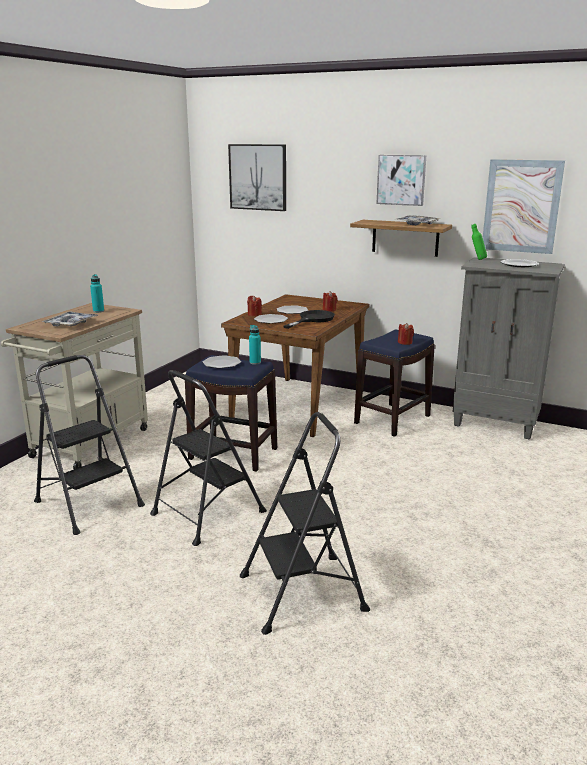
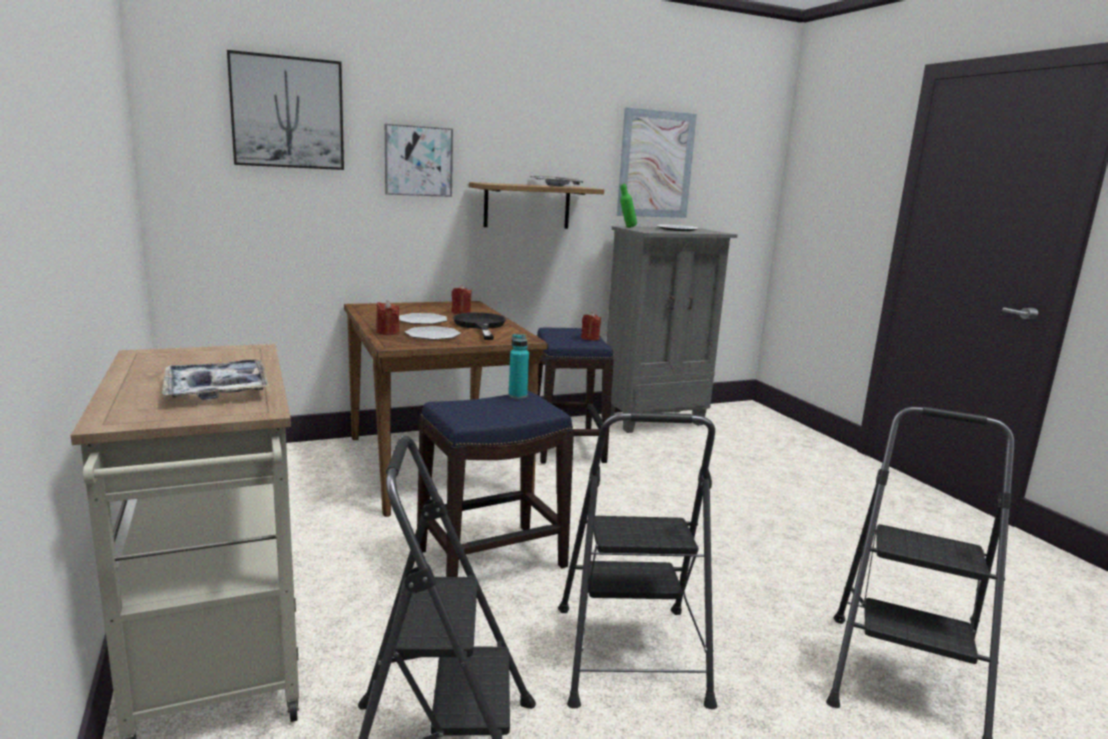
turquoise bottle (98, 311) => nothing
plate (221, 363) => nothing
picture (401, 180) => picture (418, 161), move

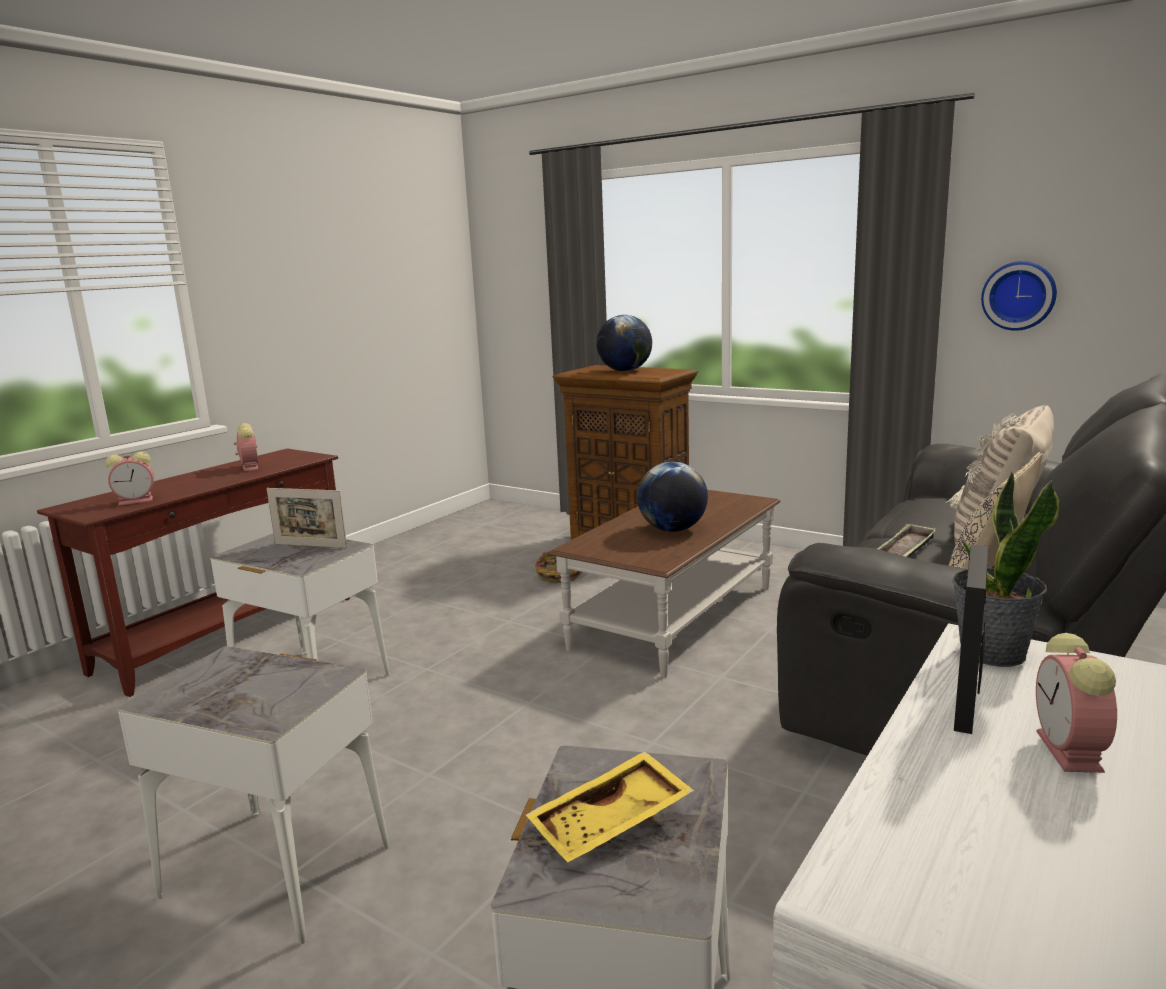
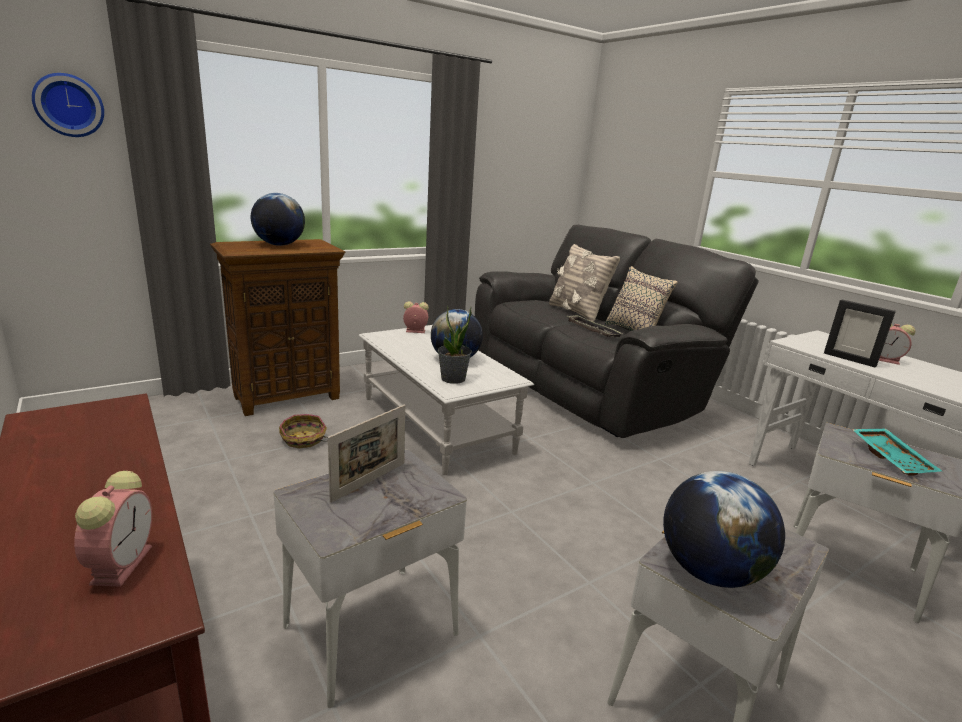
nothing => globe (709, 572)
alarm clock (250, 467) => alarm clock (414, 331), move
potted plant (991, 653) => potted plant (453, 379), move
wall clock (1019, 295) => wall clock (69, 105), move
yellow tray (611, 824) => turquoise tray (892, 458)
brown coffee table (674, 617) => white coffee table (436, 424)

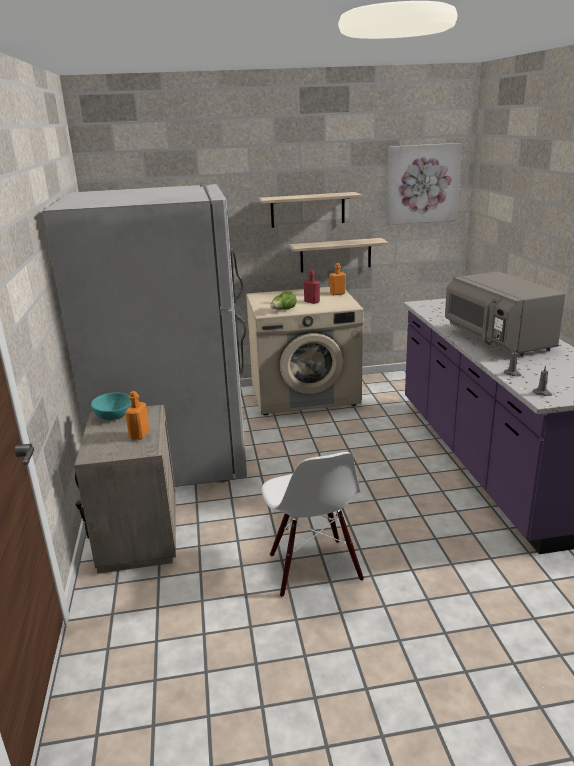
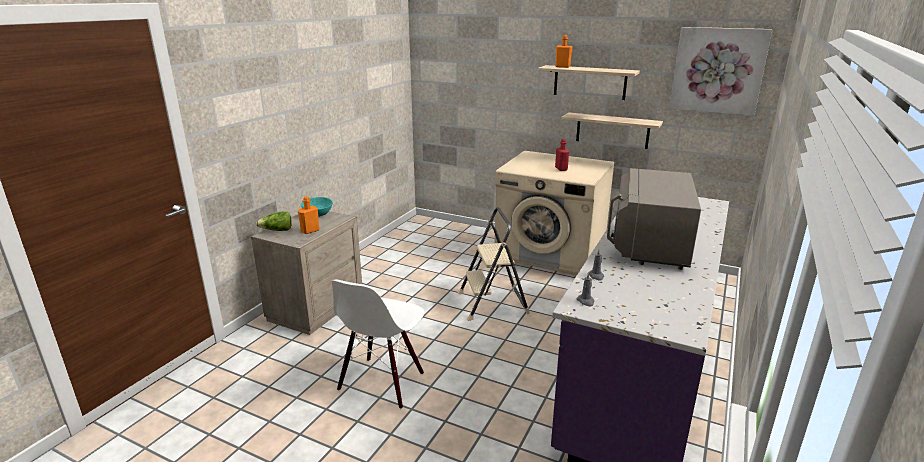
white fridge (173, 455) => nothing
nothing => beige step ladder (495, 302)
lettuce (283, 310) => lettuce (277, 230), move
orange bottle (337, 294) => orange bottle (562, 67), move

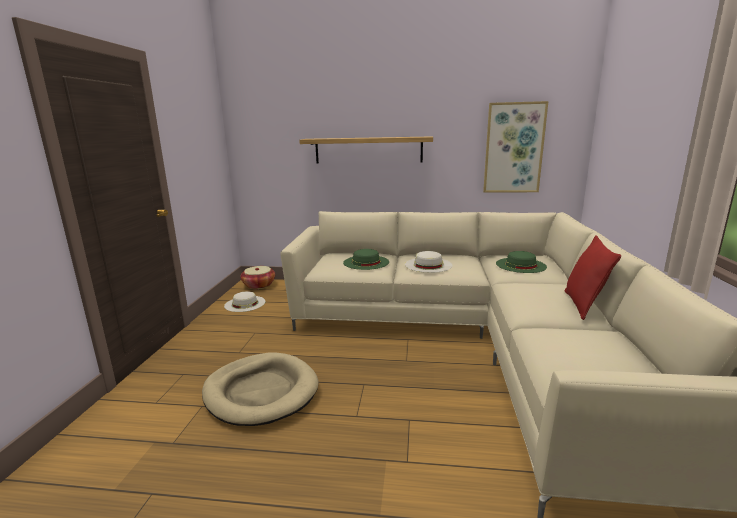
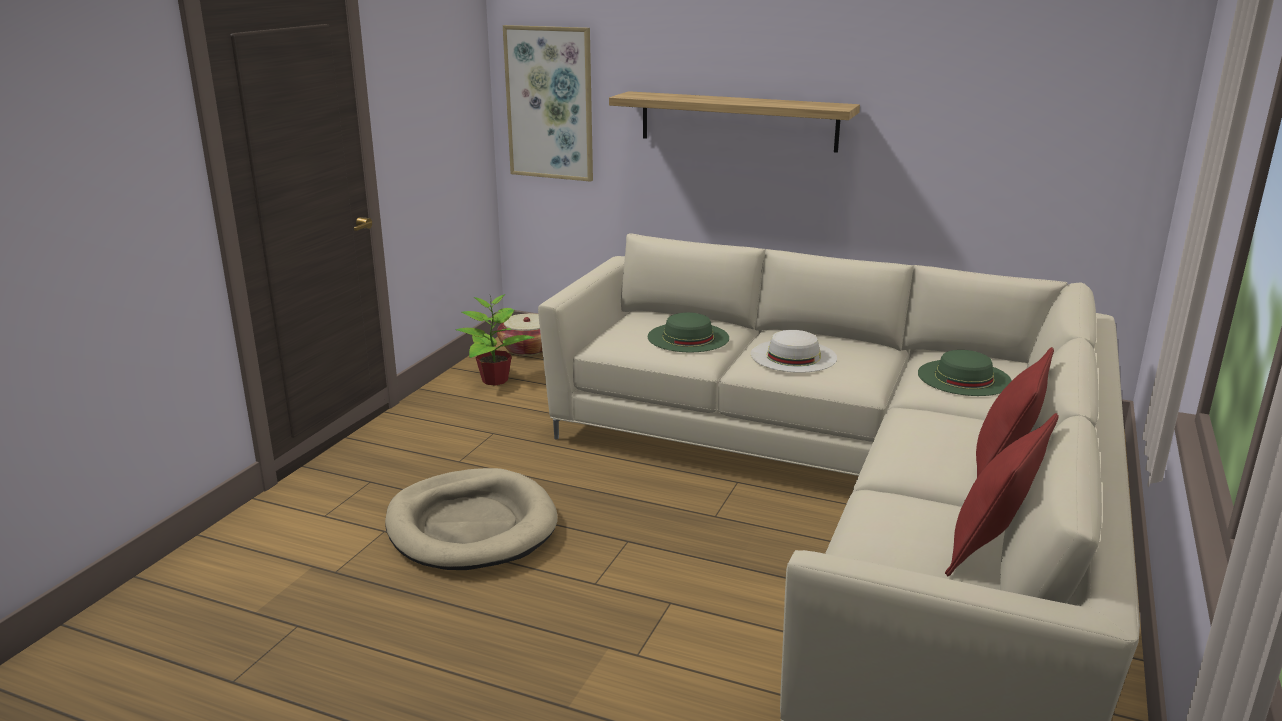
nothing => red pillow (990, 549)
picture (514, 148) => picture (550, 103), move
white hat (245, 303) => potted plant (494, 380)

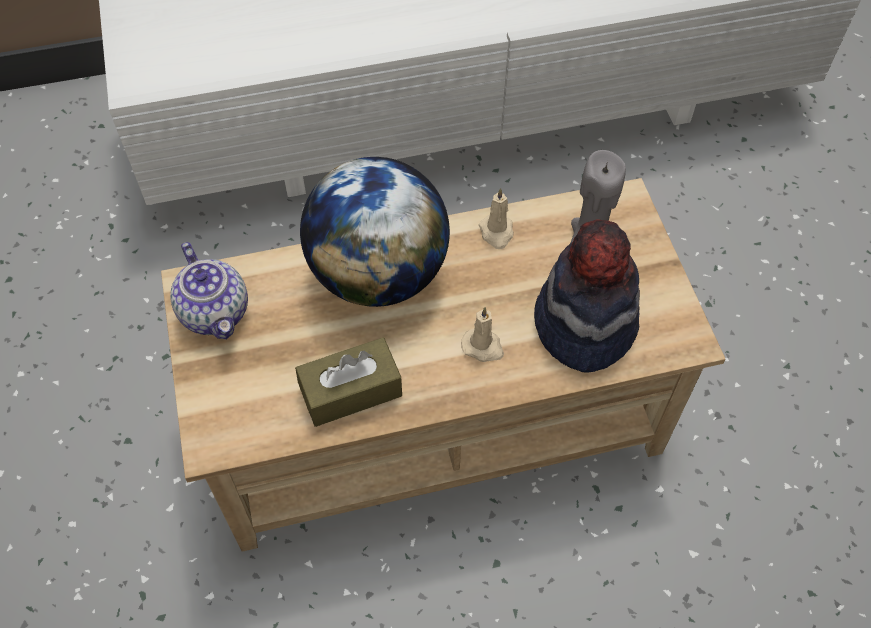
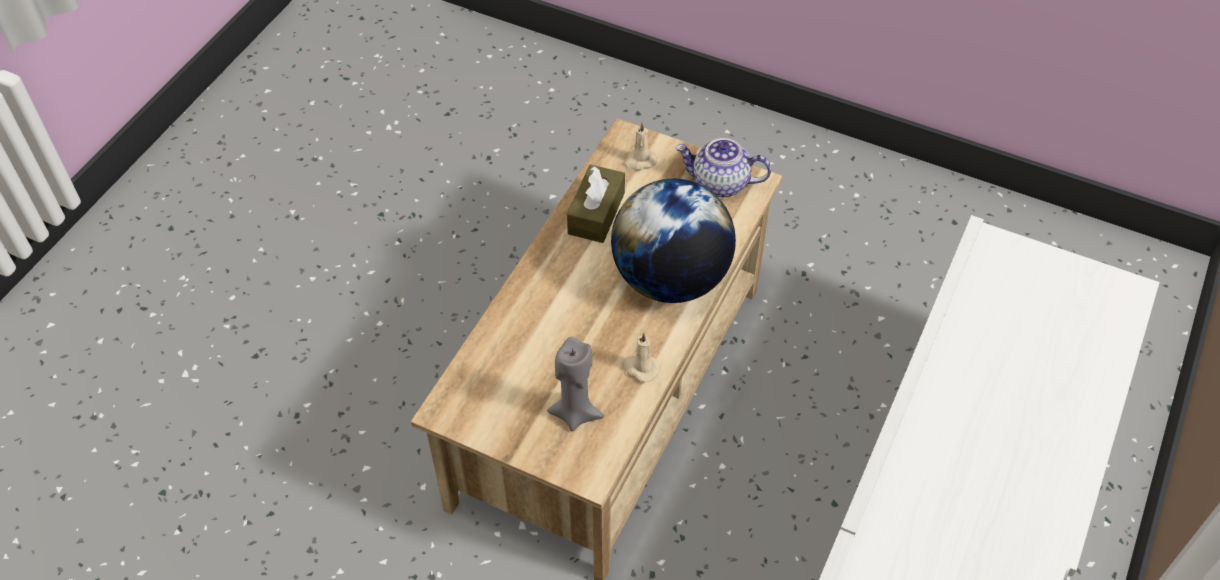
hat (583, 324) => nothing
beige candle (483, 347) => beige candle (639, 161), move

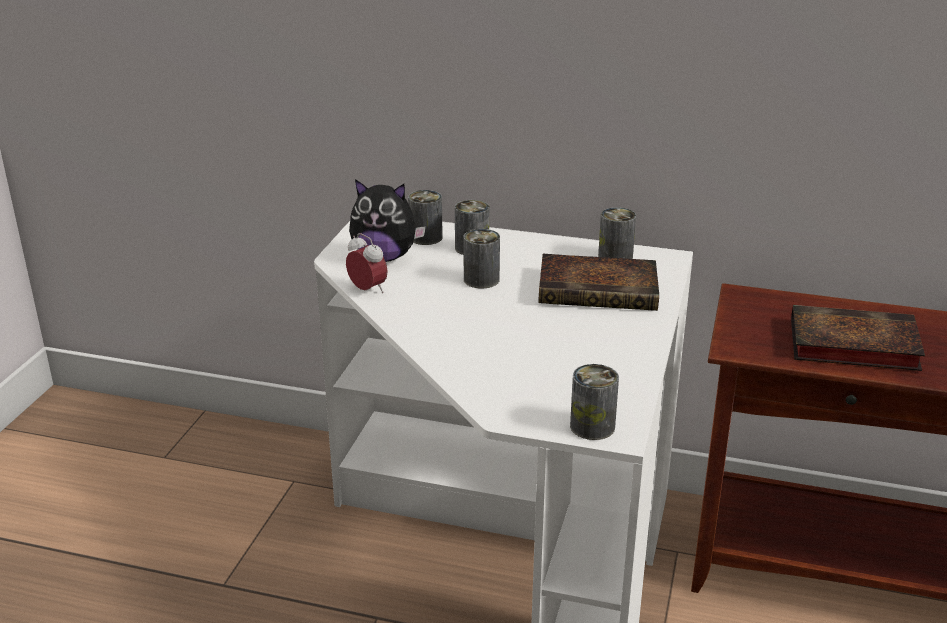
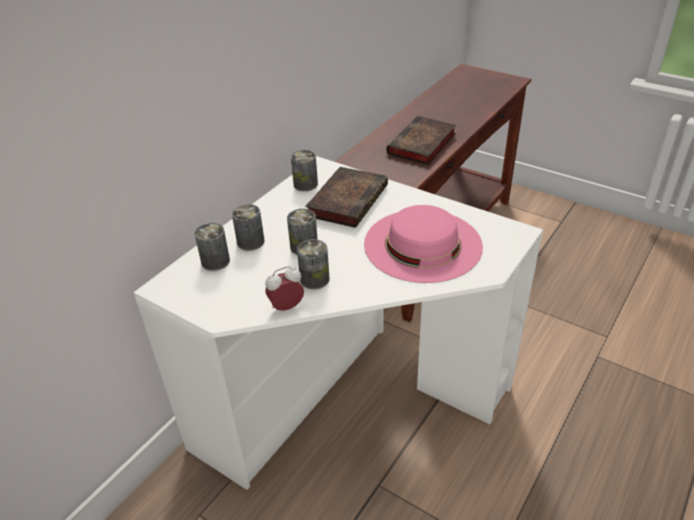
plush toy (385, 257) => nothing
nothing => pink hat (422, 244)
can (592, 426) => can (314, 279), move

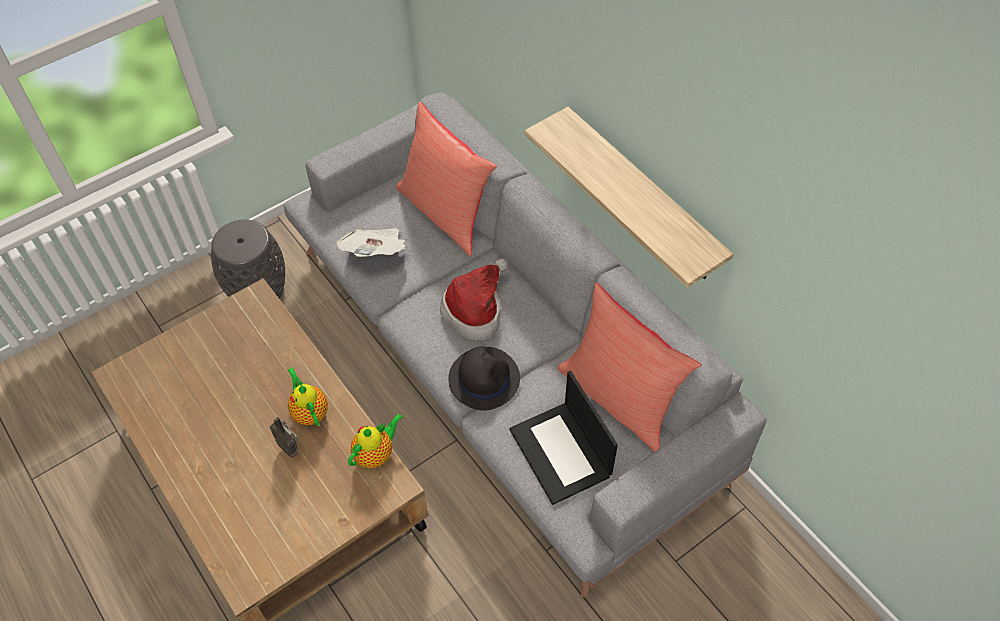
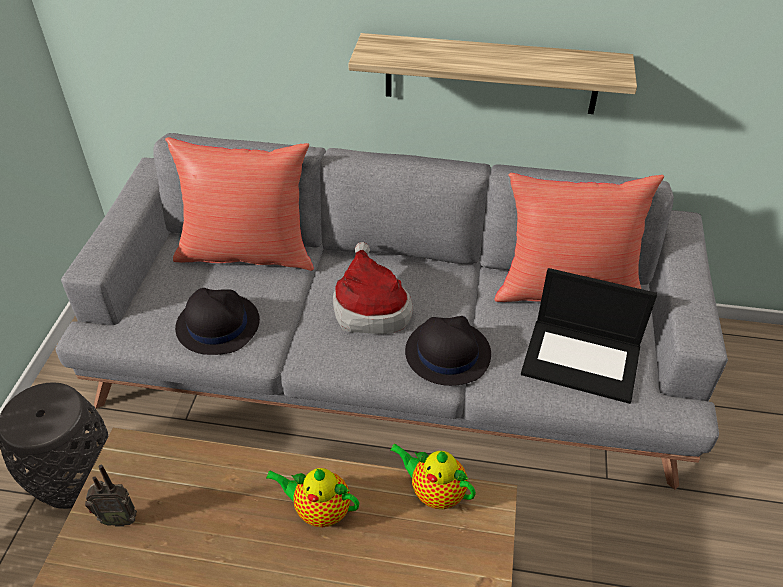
radio (290, 448) => radio (119, 518), move
newspaper (376, 253) => black hat (217, 324)
teapot (376, 454) => teapot (434, 492), 60 degrees counterclockwise

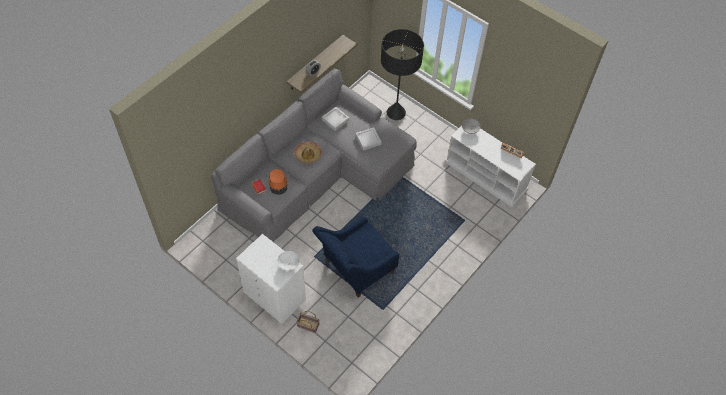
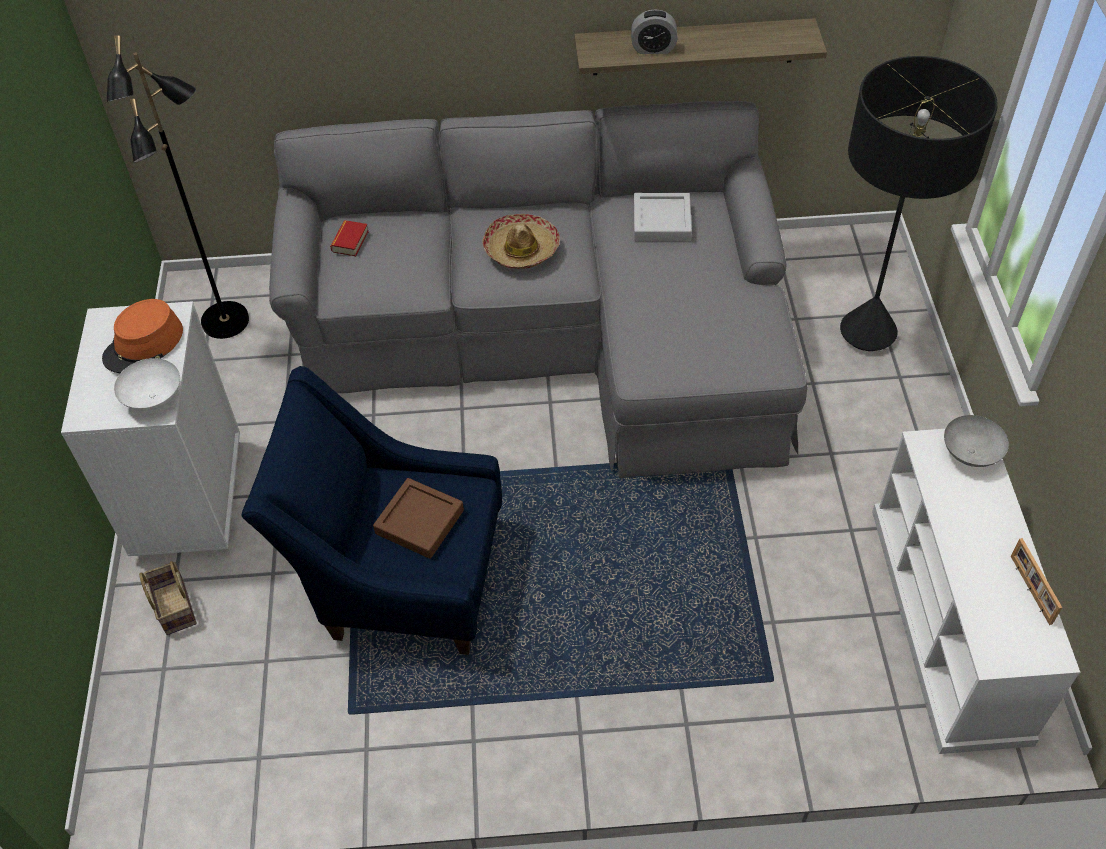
grey tray (368, 140) => nothing
nothing => black floor lamp (226, 322)
nothing => brown tray (419, 522)
orange hat (278, 183) => orange hat (144, 345), move

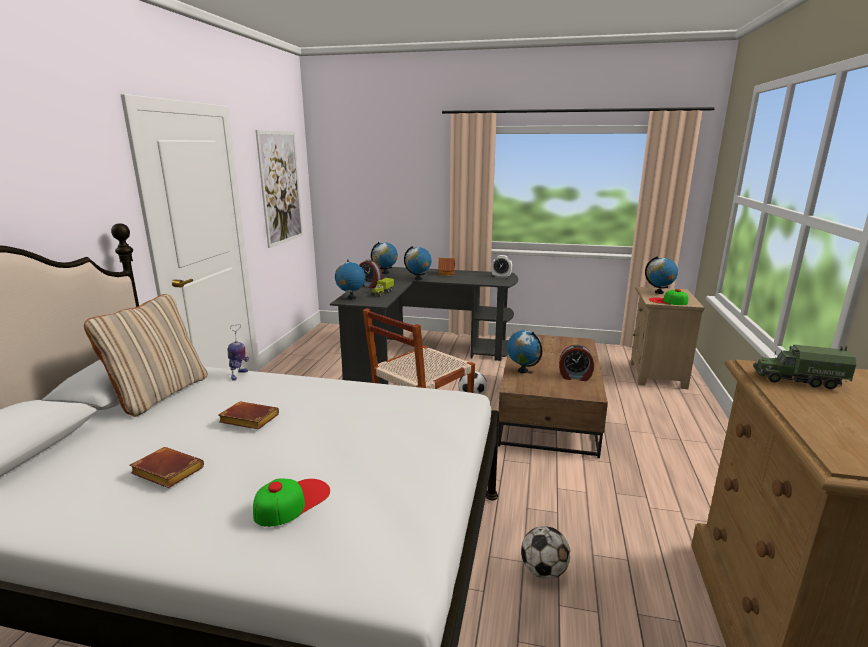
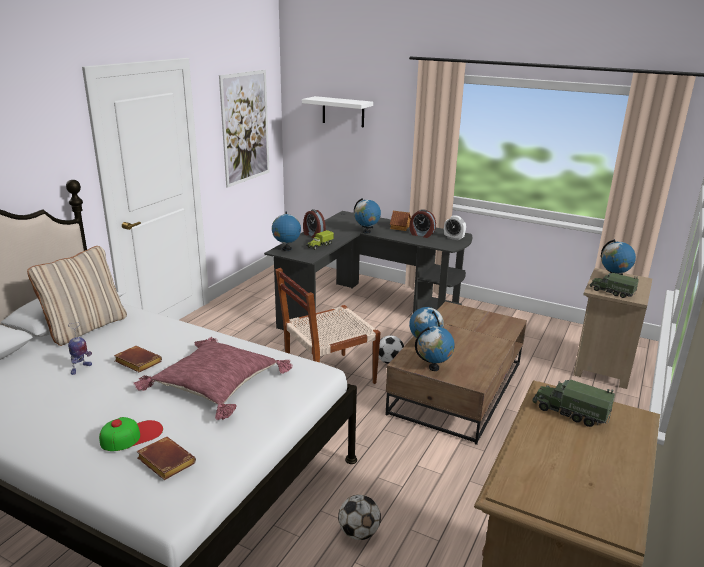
nothing => red pillow (216, 381)
nothing => white shelf (343, 112)
brown book (165, 472) => brown book (164, 462), move
toy robot (238, 375) => toy robot (80, 369), move
globe (385, 273) => globe (433, 368), move
alarm clock (575, 377) => alarm clock (421, 234), move
cap (668, 301) => toy truck (612, 292)

